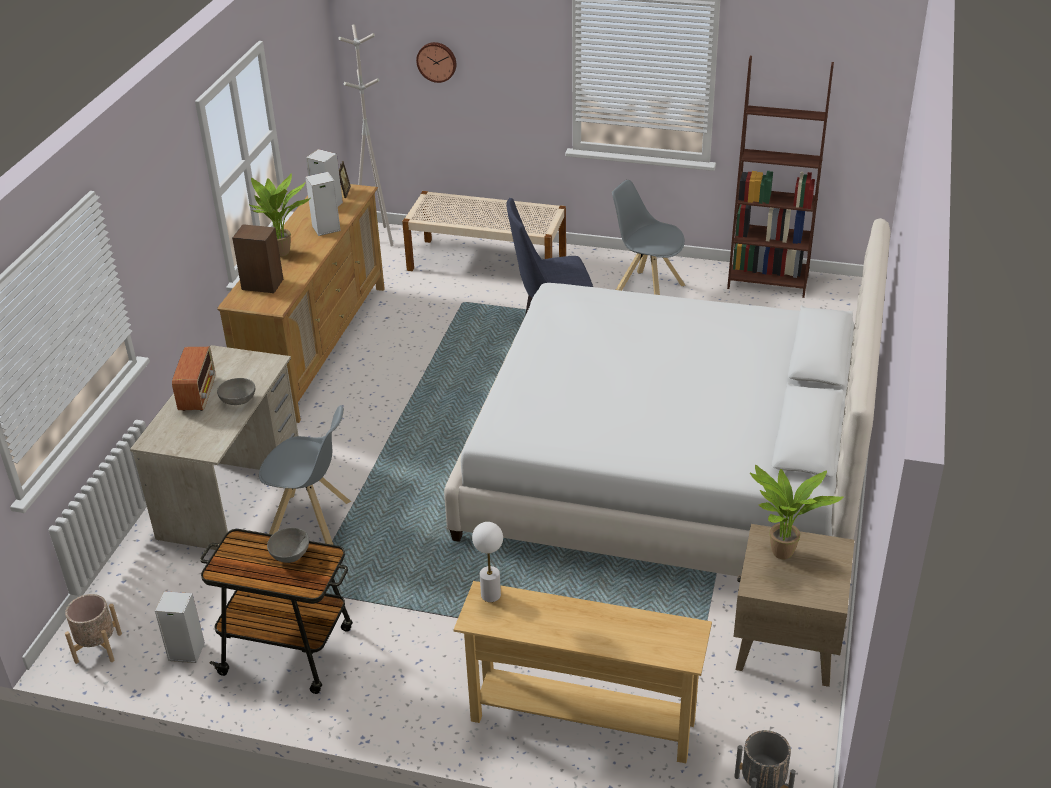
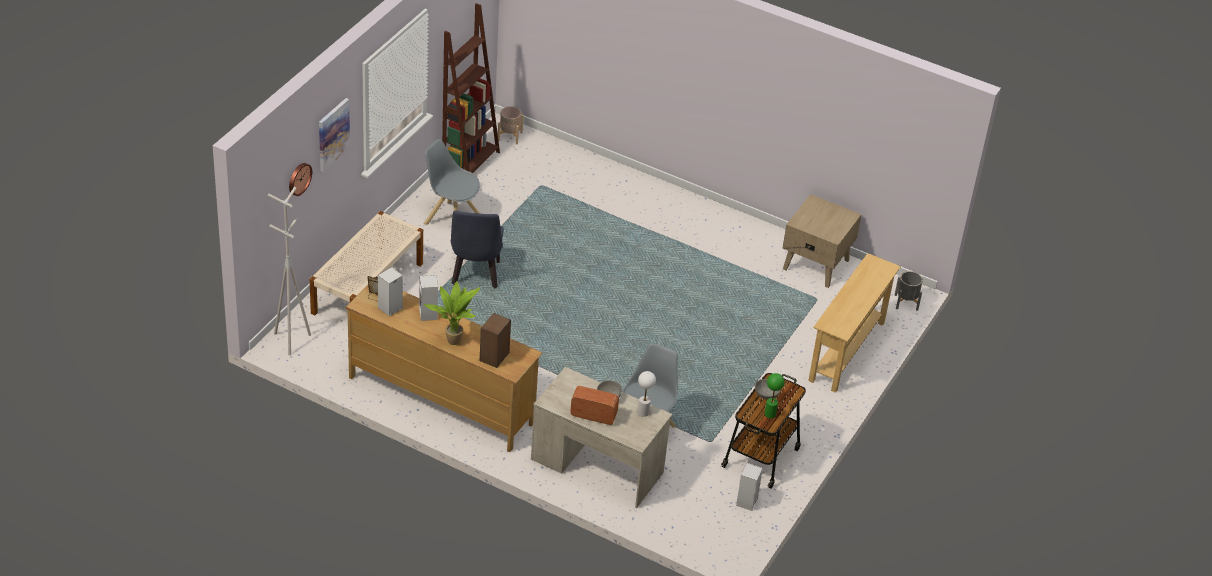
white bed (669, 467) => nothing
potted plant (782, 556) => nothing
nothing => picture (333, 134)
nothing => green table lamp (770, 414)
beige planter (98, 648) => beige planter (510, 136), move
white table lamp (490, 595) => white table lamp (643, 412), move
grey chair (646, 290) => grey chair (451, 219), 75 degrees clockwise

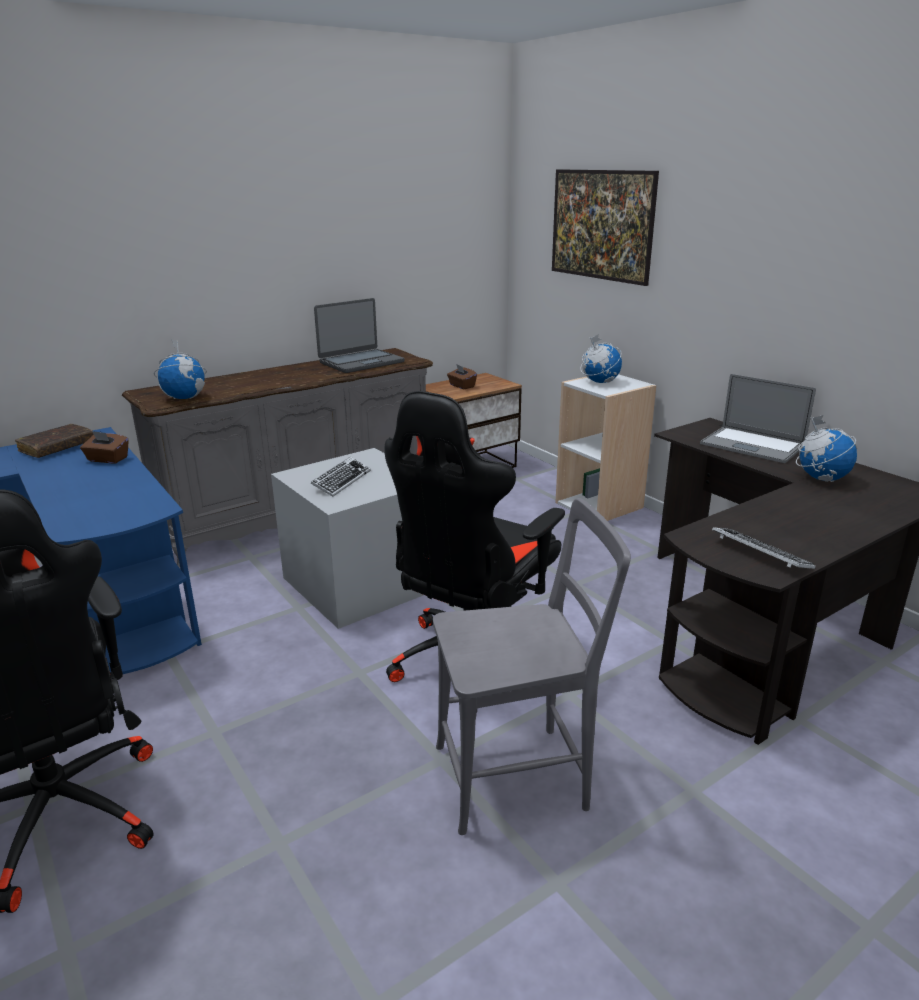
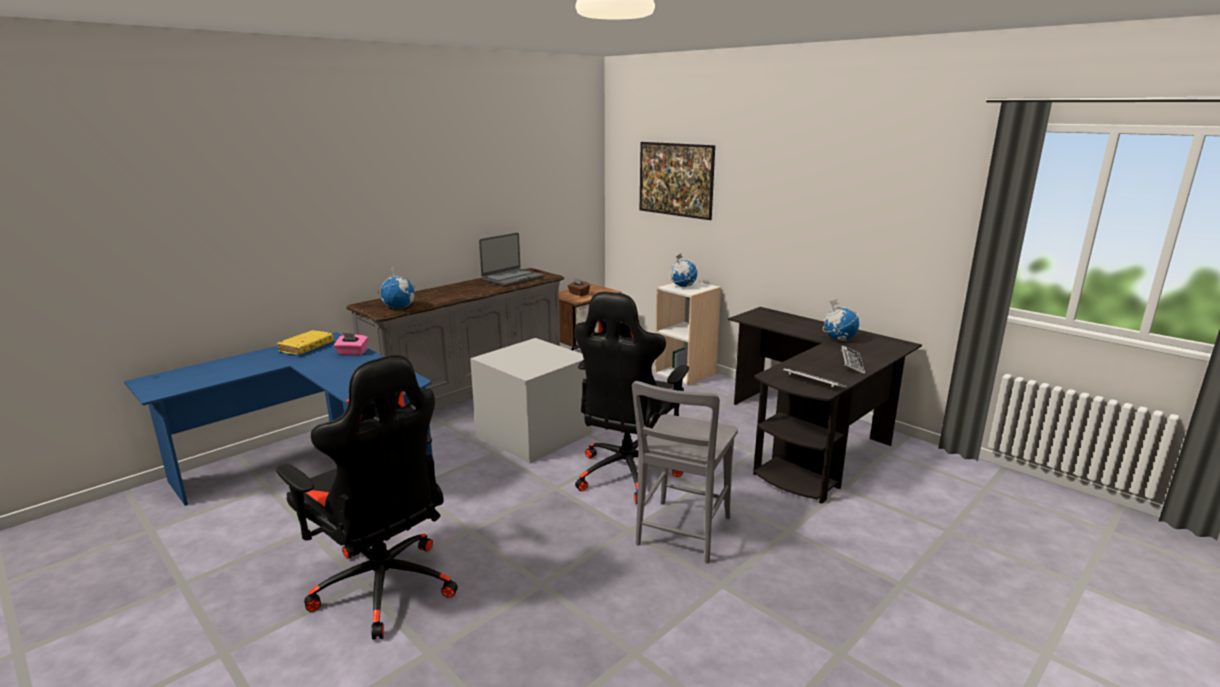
laptop (752, 445) => nothing
keyboard (341, 481) => keyboard (851, 363), move
brown book (57, 447) => yellow book (307, 347)
brown tissue box (107, 459) => pink tissue box (352, 353)
grey chair (519, 776) => grey chair (681, 534), 135 degrees clockwise

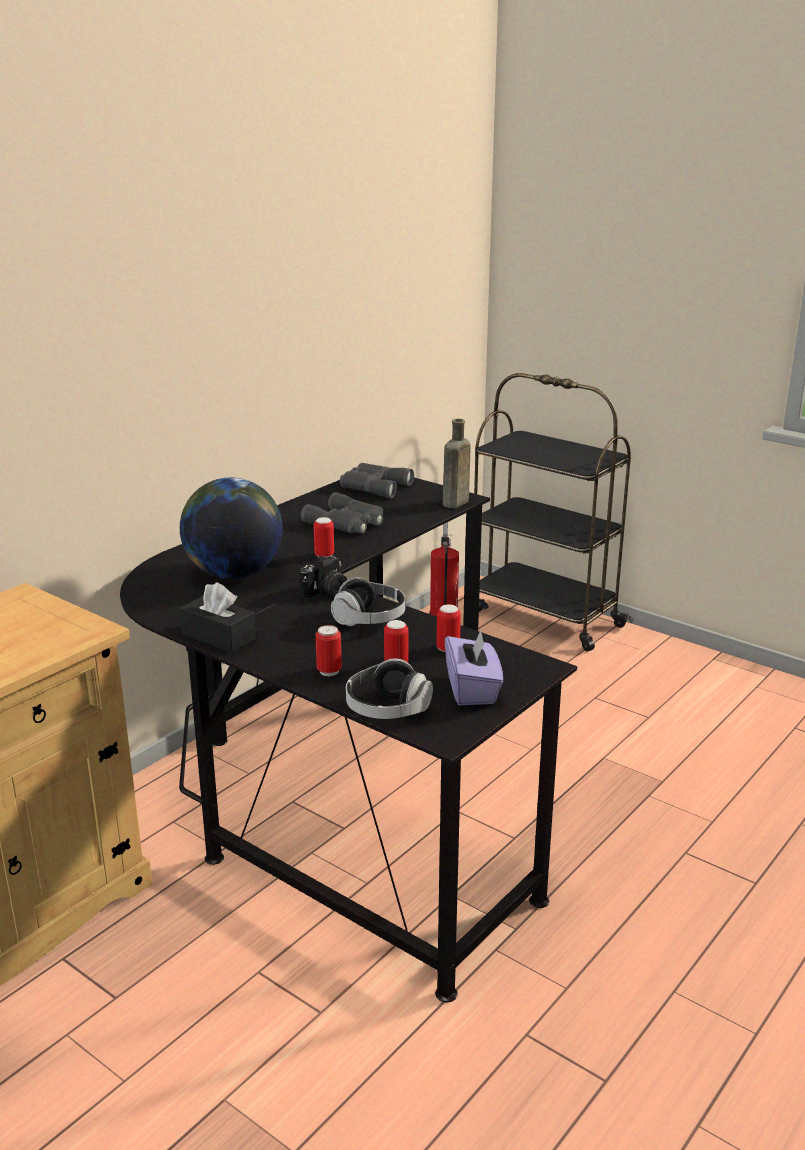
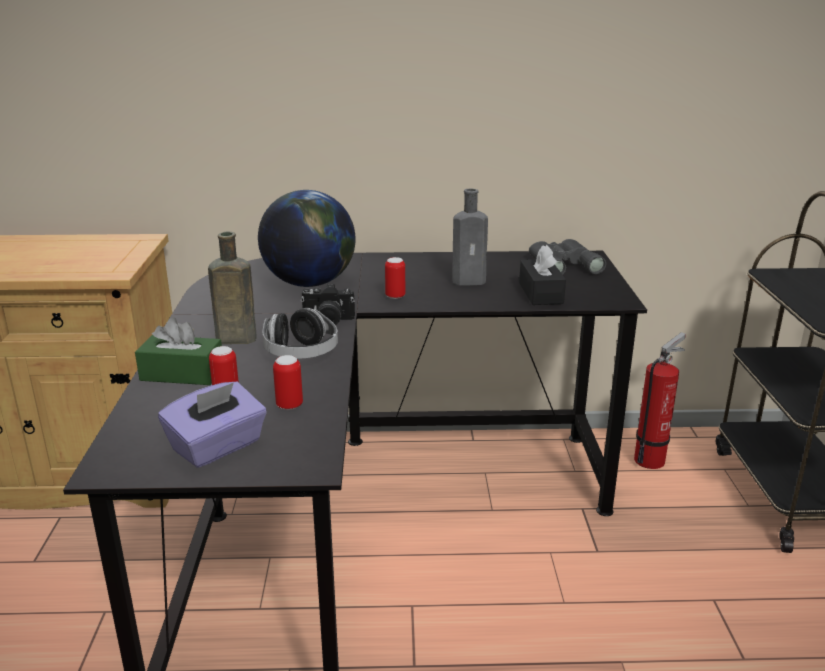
headphones (387, 710) => nothing
black tissue box (219, 636) => black tissue box (540, 293), move
brown bottle (454, 503) => brown bottle (233, 339), move
grey binoculars (346, 523) => grey bottle (471, 281)
can (329, 671) => green tissue box (182, 374)

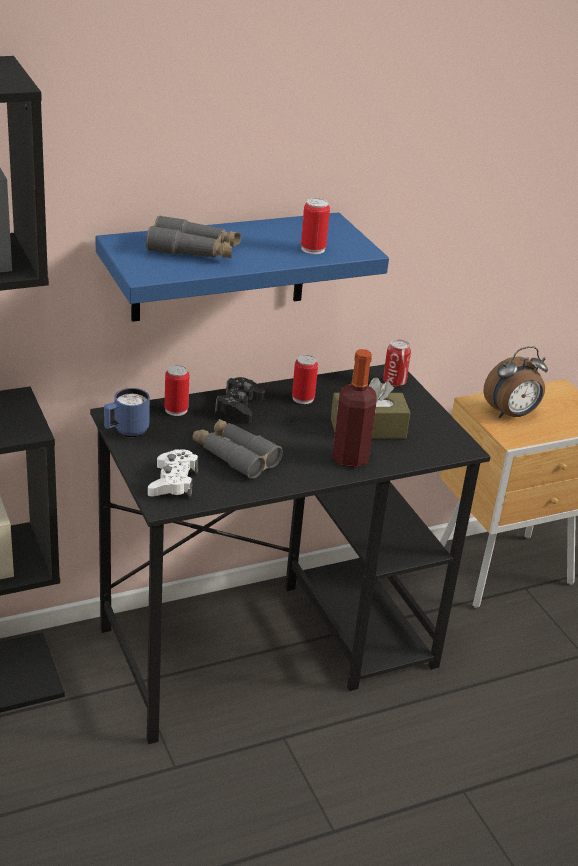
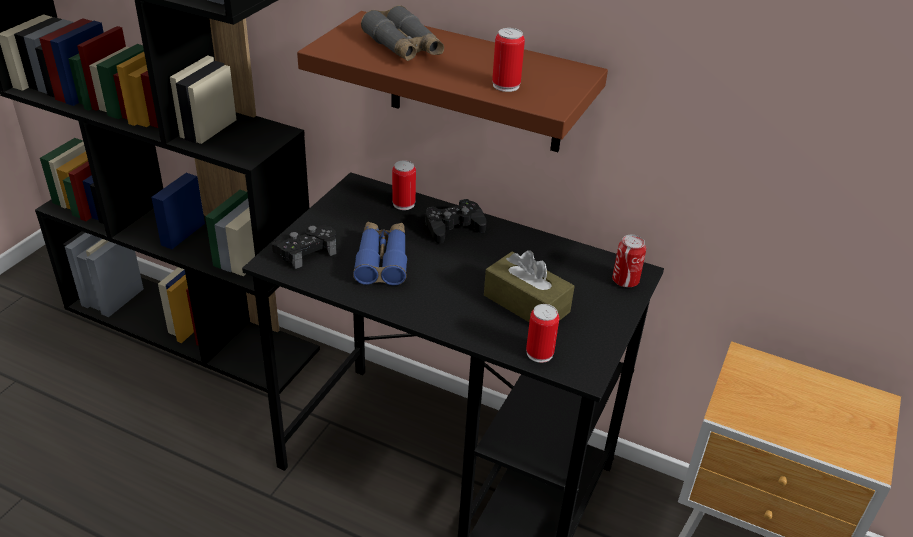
blue mug (126, 432) => nothing
bottle (350, 458) => nothing
alarm clock (511, 414) => nothing
can (303, 398) => can (539, 353), move
blue shelf (220, 267) => brown shelf (475, 84)
white game controller (173, 482) => black game controller (306, 251)
grey binoculars (235, 455) => blue binoculars (382, 260)

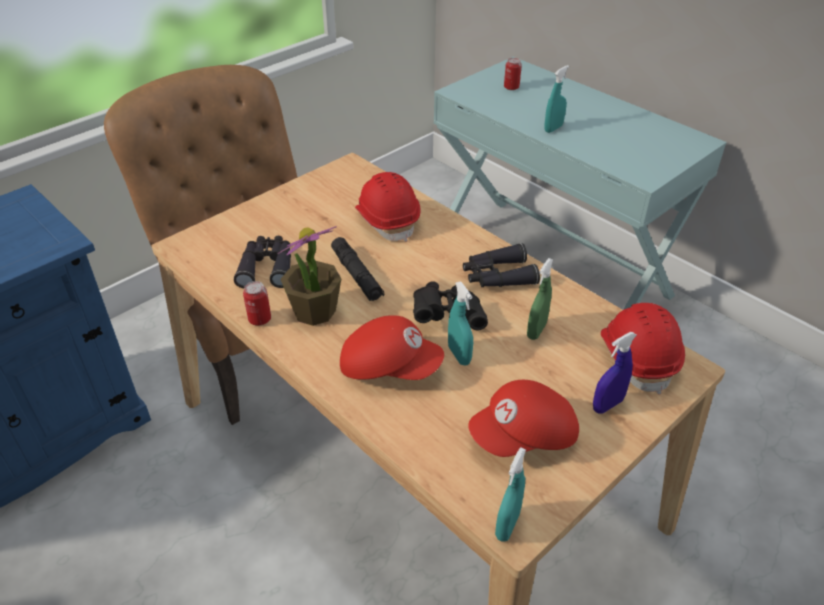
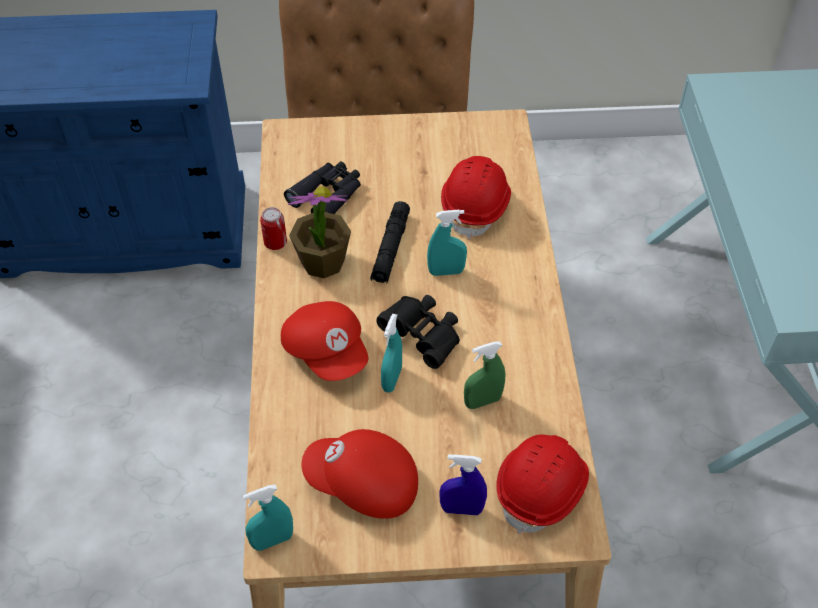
black binoculars (497, 276) => nothing
can (511, 87) => nothing
turquoise spray bottle (553, 128) => turquoise spray bottle (446, 271), move

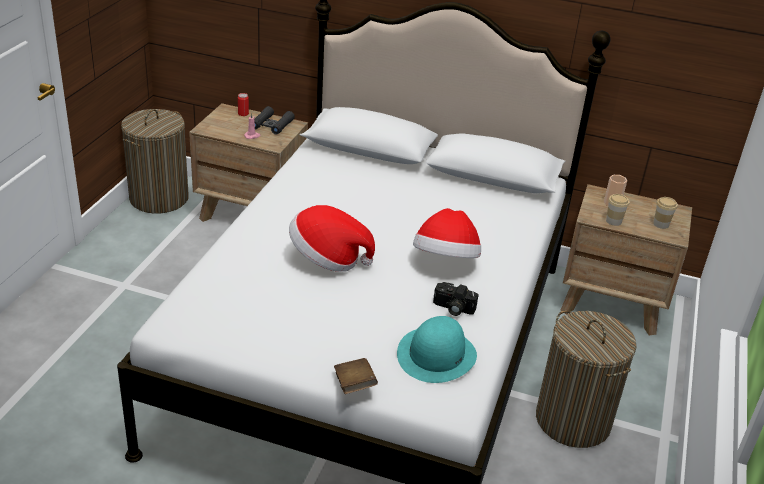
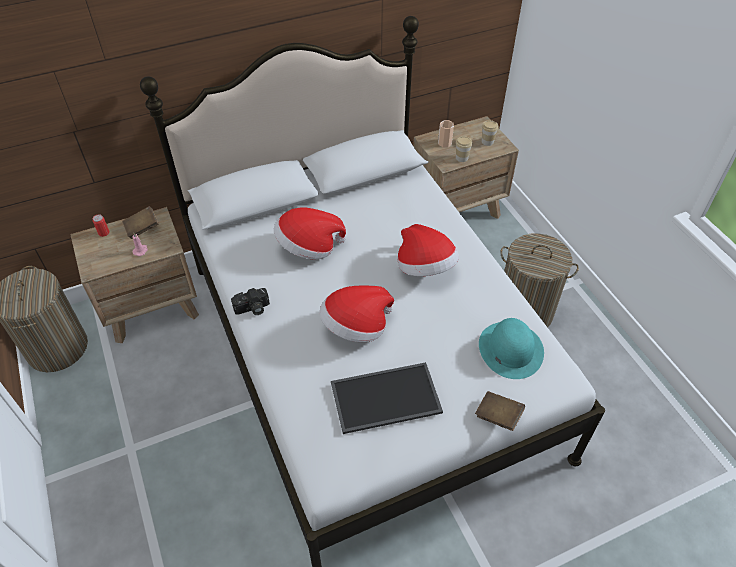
nothing => hat (308, 247)
nothing => tray (385, 399)
photo camera (452, 308) => photo camera (252, 309), move
black binoculars (272, 125) => brown book (142, 228)

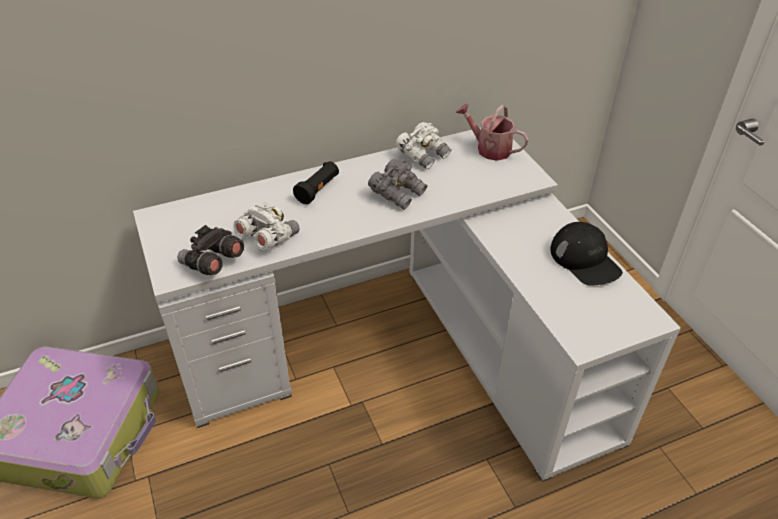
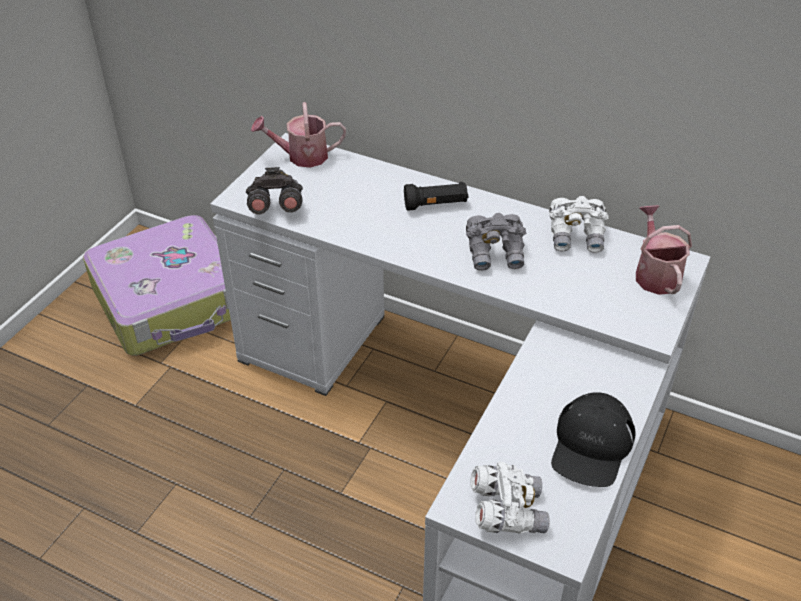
nothing => watering can (301, 156)
white binoculars (267, 238) => white binoculars (506, 511), move

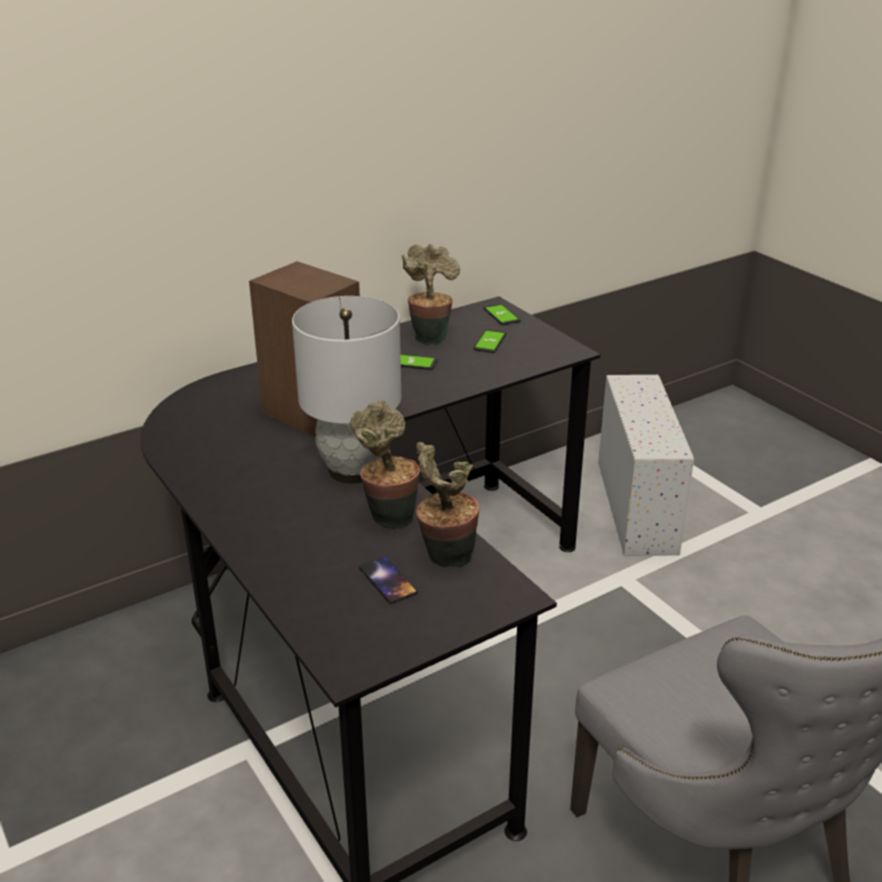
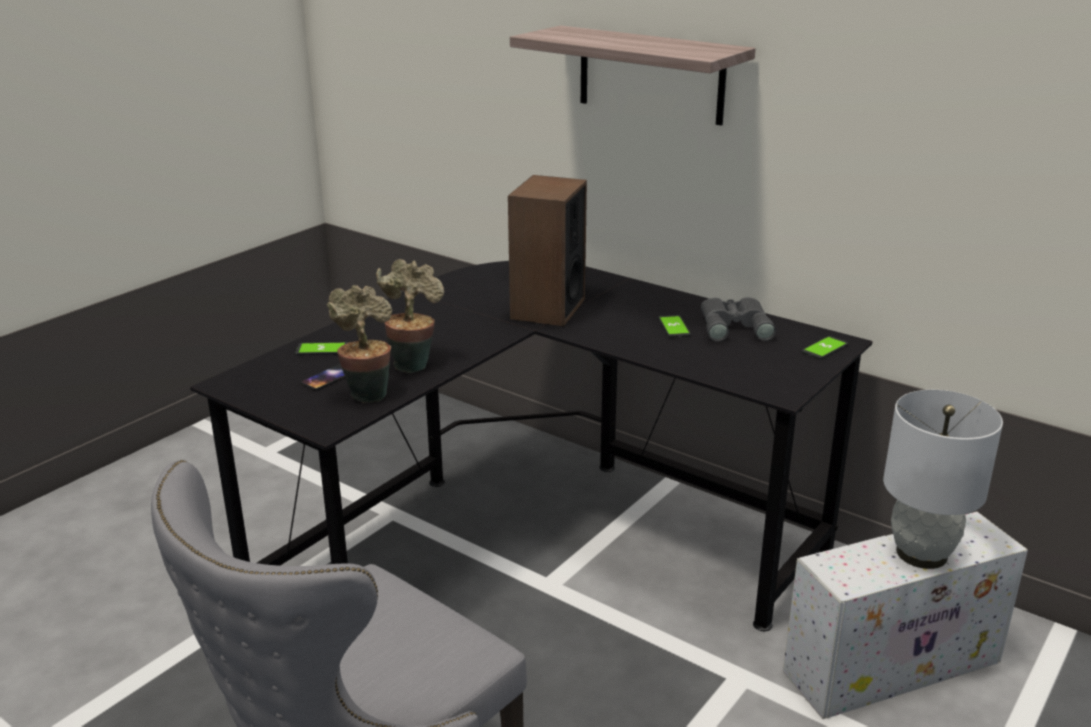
nothing => shelf (650, 75)
white table lamp (354, 469) => white table lamp (922, 554), move
phone (489, 342) => phone (322, 350), move
potted plant (430, 337) => grey binoculars (734, 325)

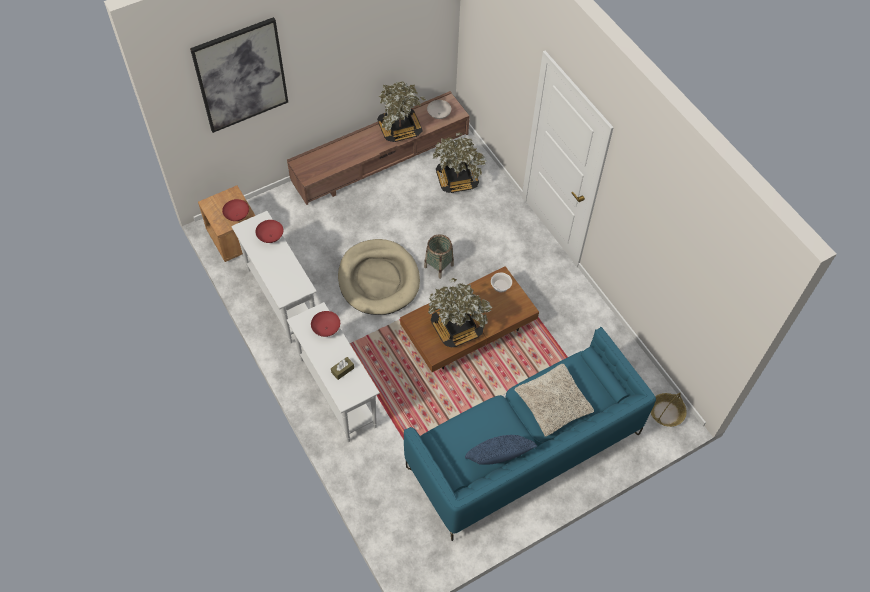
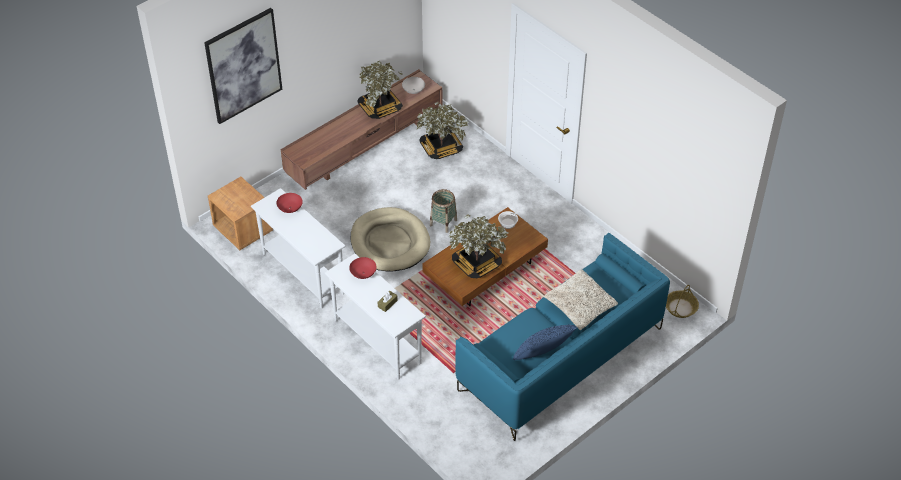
red bowl (237, 215) => nothing

